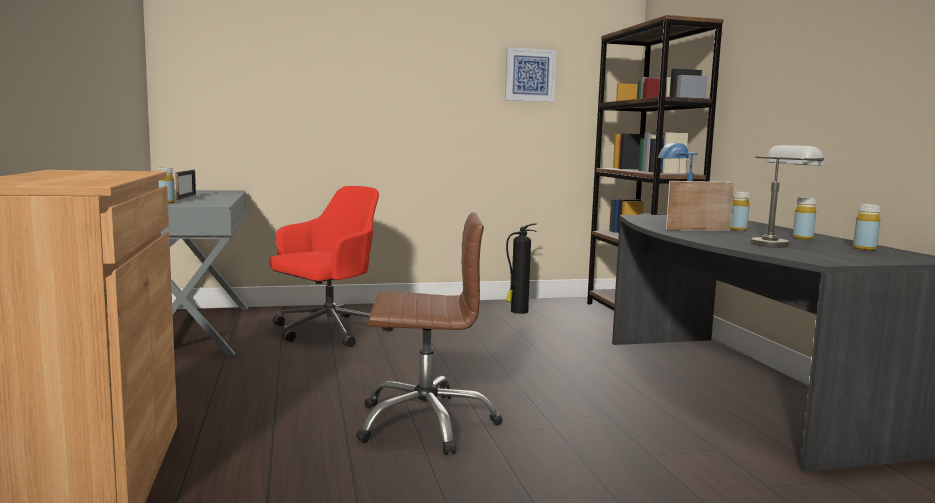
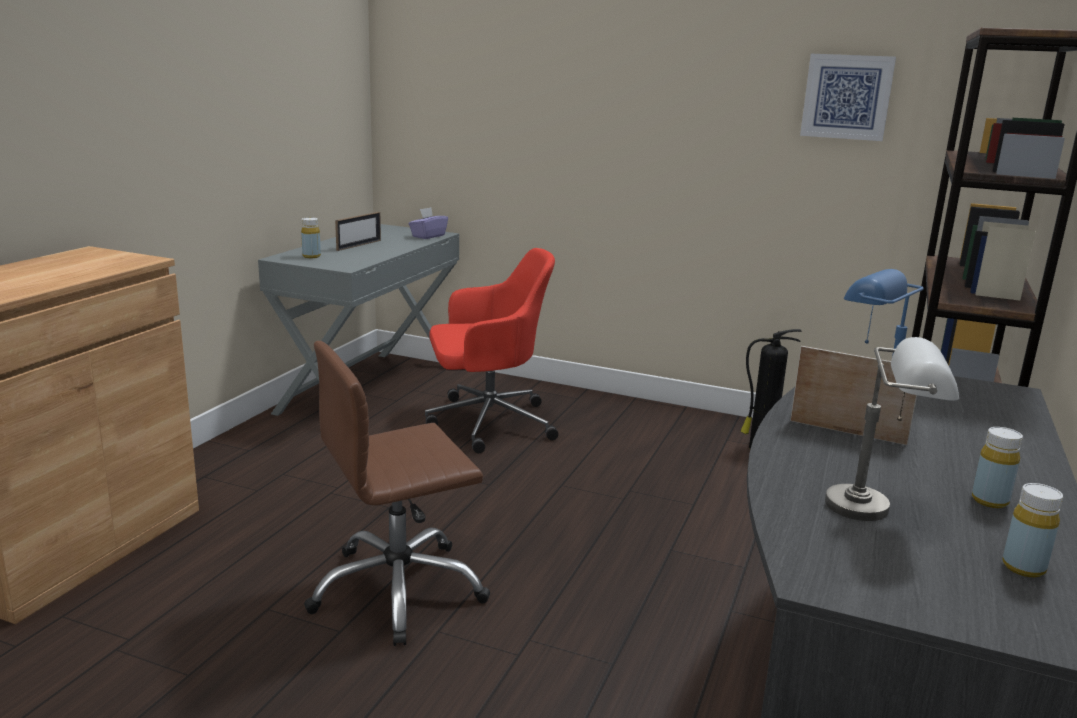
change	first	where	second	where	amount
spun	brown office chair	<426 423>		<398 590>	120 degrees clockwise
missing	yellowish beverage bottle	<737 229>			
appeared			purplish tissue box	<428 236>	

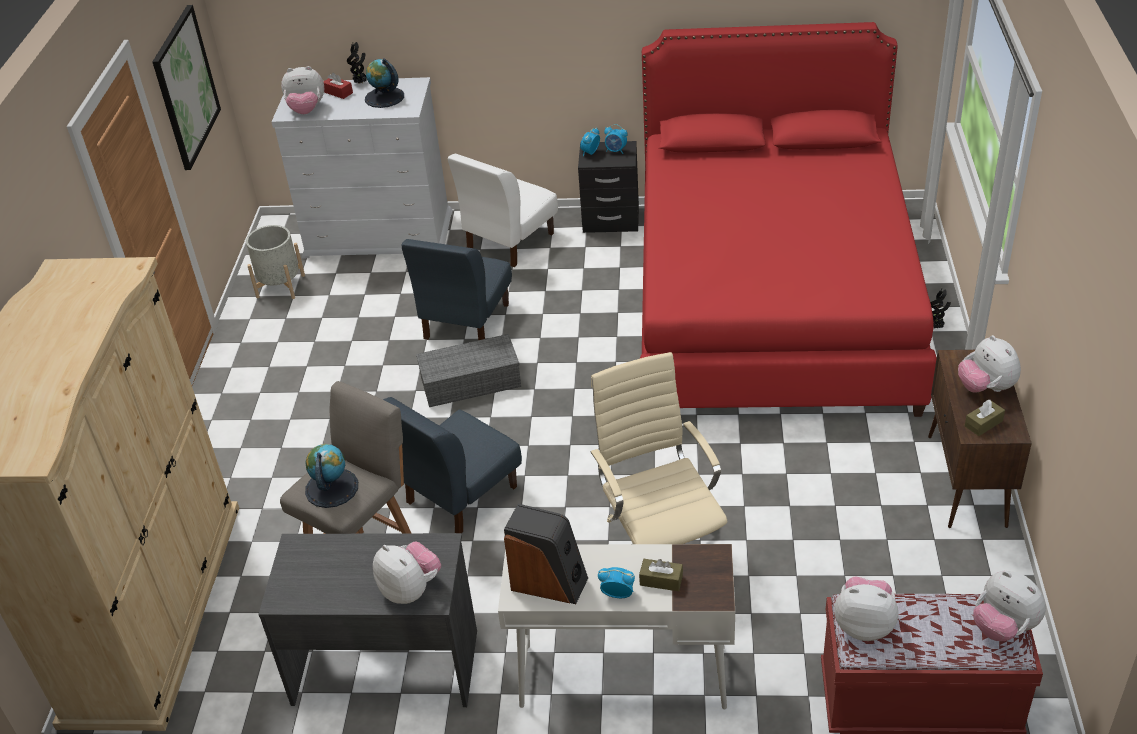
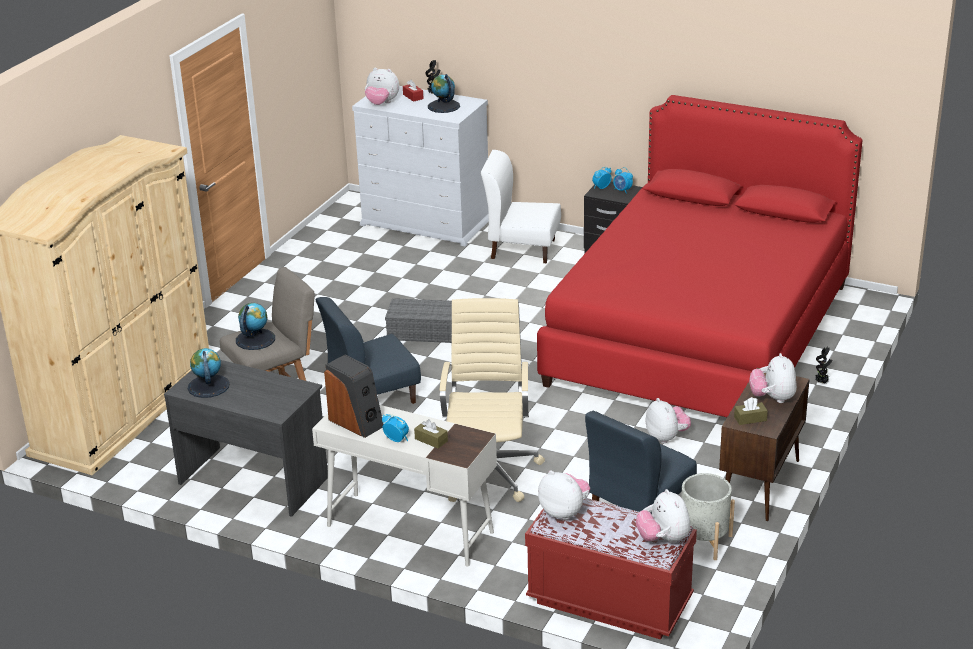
change	first	where	second	where	amount
missing	wall art	<185 87>			
relocated	greyish plant pot	<280 286>		<703 541>	
relocated	soft toy	<410 590>		<666 437>	
relocated	bluish upright chair	<465 321>		<638 509>	
spun	white-coloured upright chair	<509 242>		<522 249>	45 degrees clockwise
appeared			desk globe	<208 386>	

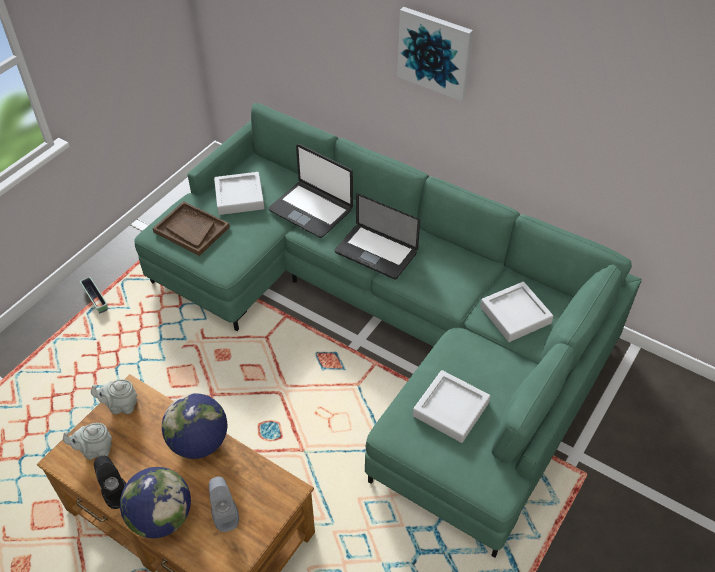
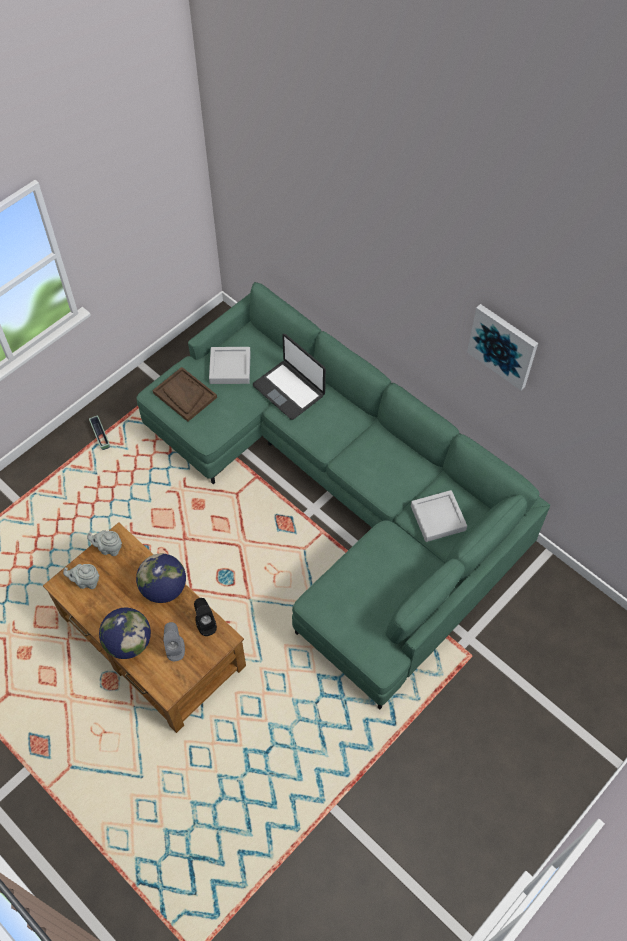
change	first	where	second	where	amount
relocated	black speaker	<115 492>		<205 623>	
missing	notebook computer	<376 253>			
relocated	wall art	<435 52>		<503 346>	
missing	greyish carrying tray	<450 409>			

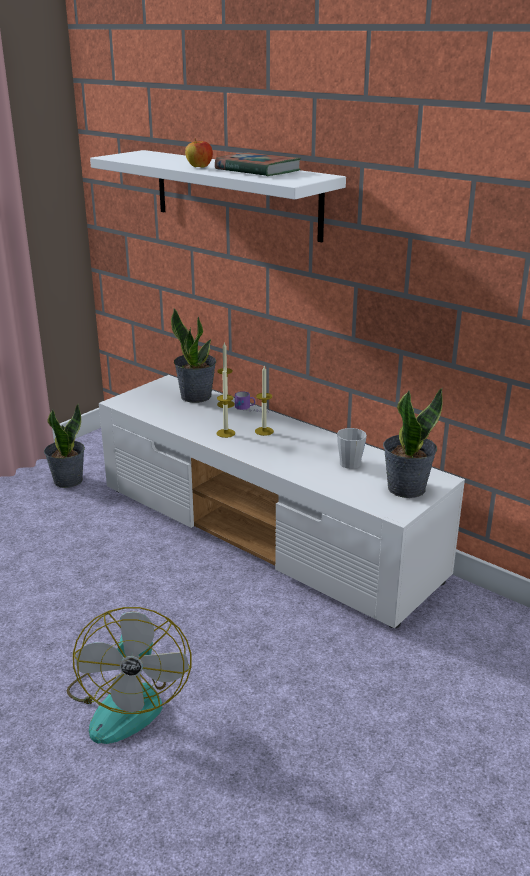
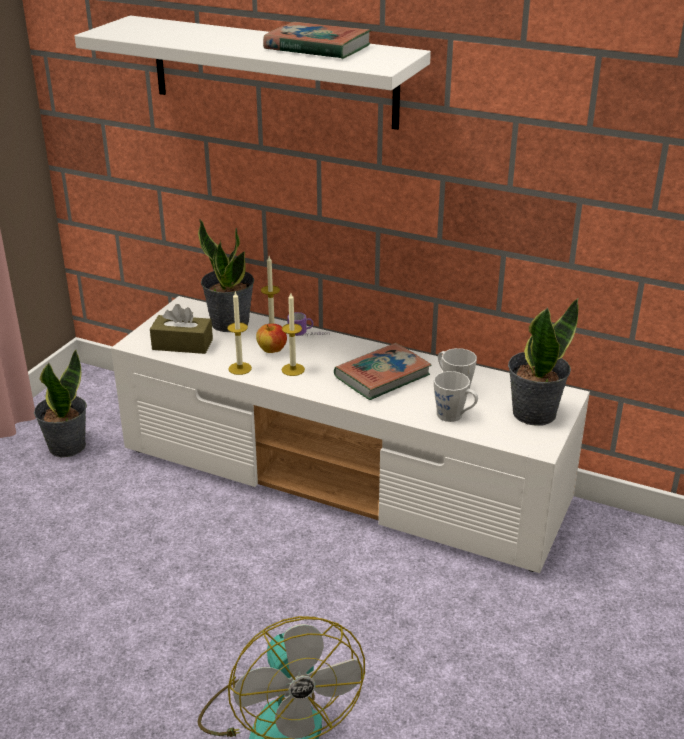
change	first	where	second	where	amount
relocated	apple fruit	<199 167>		<272 350>	
relocated	wax light	<264 431>		<240 368>	
appeared			brown tissue box	<182 344>	
appeared			book	<382 376>	
appeared			greyish mug	<454 416>	

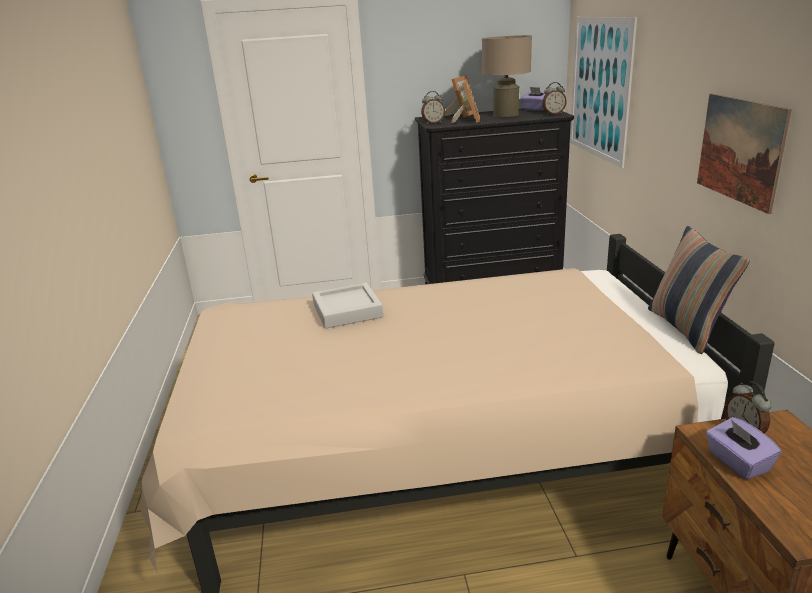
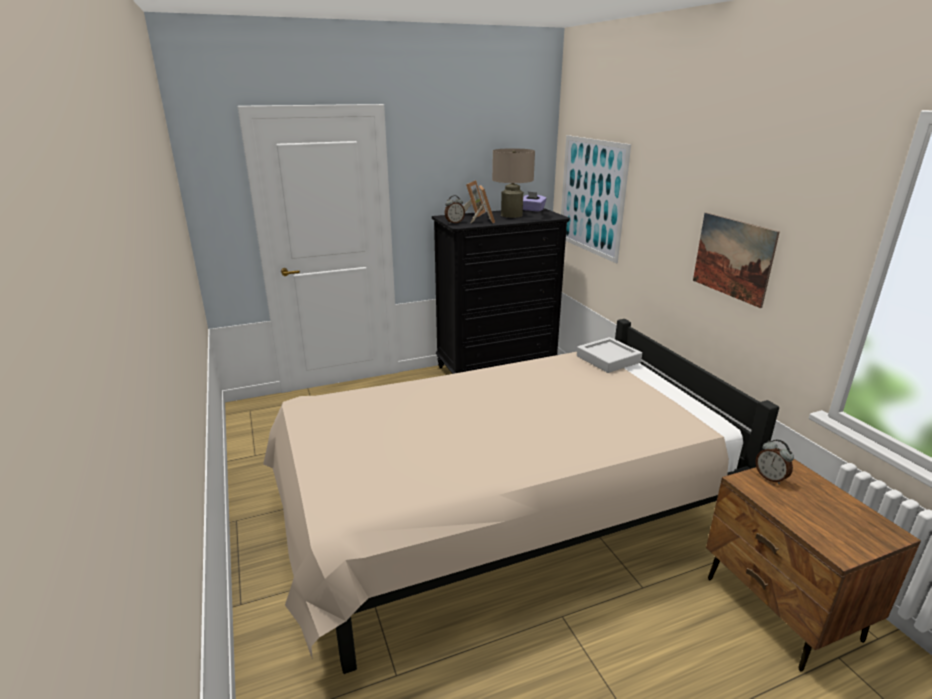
change	first	where	second	where	amount
relocated	greyish carrying tray	<347 311>		<608 359>	
missing	alarm clock	<553 114>			
missing	throw pillow	<686 328>			
missing	purplish tissue box	<737 462>			

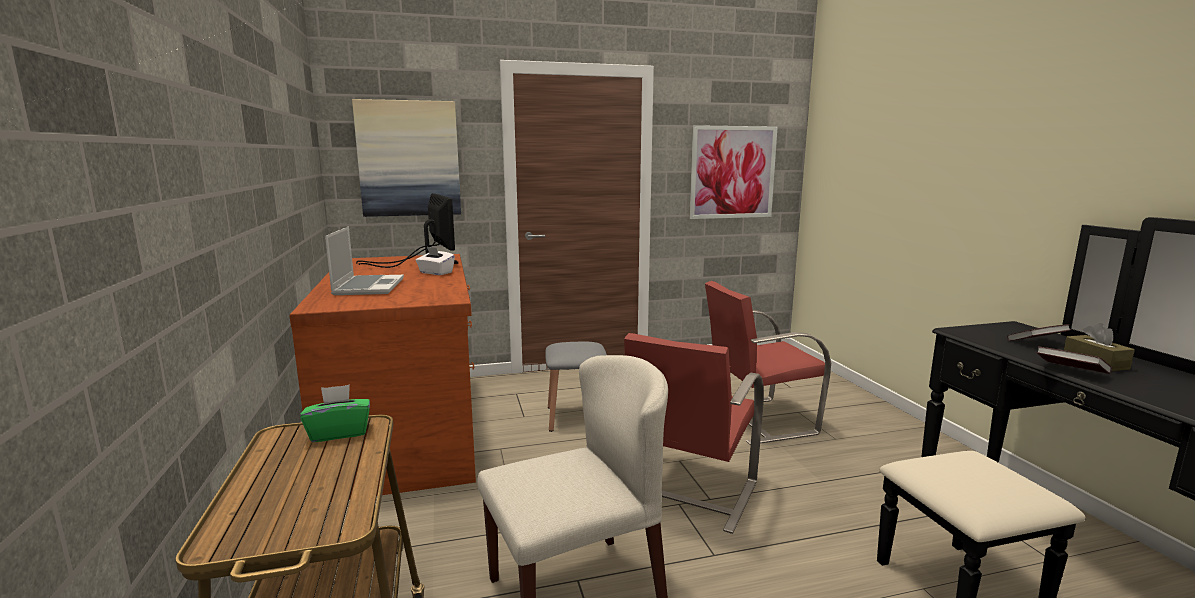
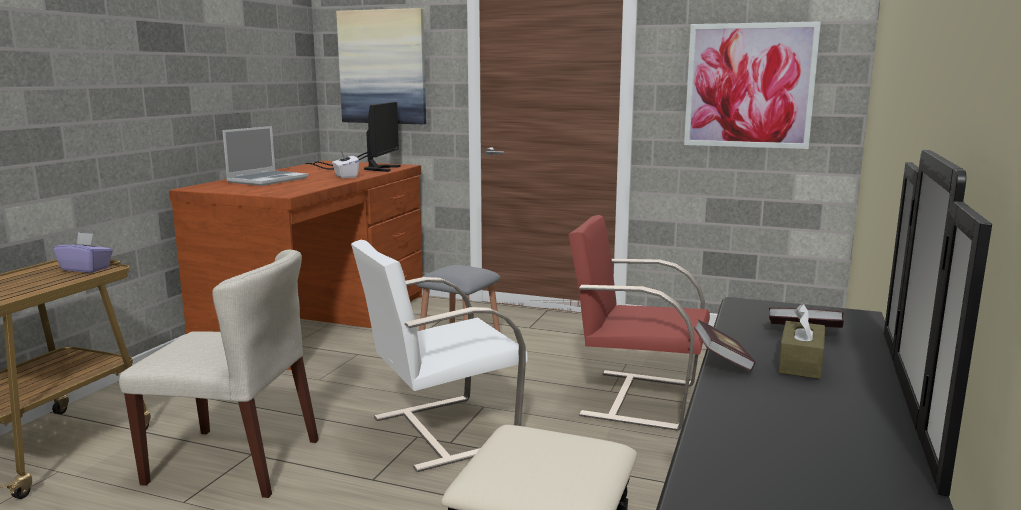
change	first	where	second	where	amount
colour	greenish tissue box	<339 432>	purplish tissue box	<86 269>	
colour	red upright chair	<687 492>	white-coloured upright chair	<440 431>	

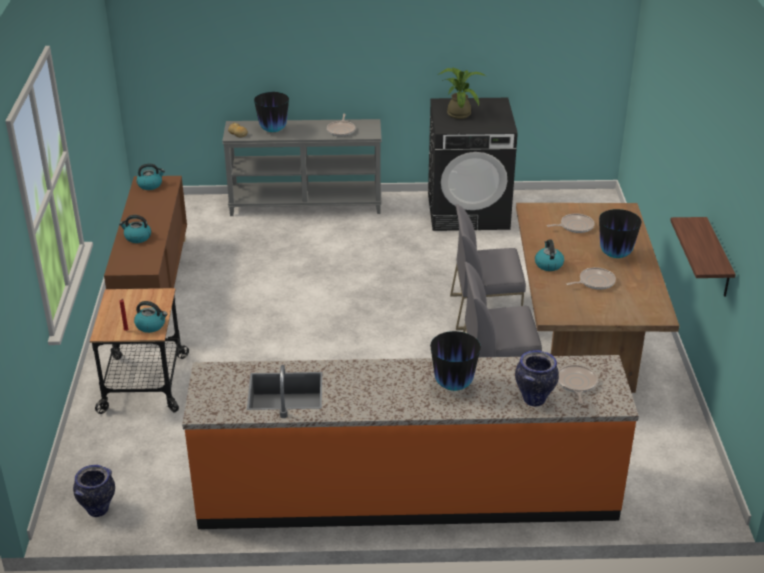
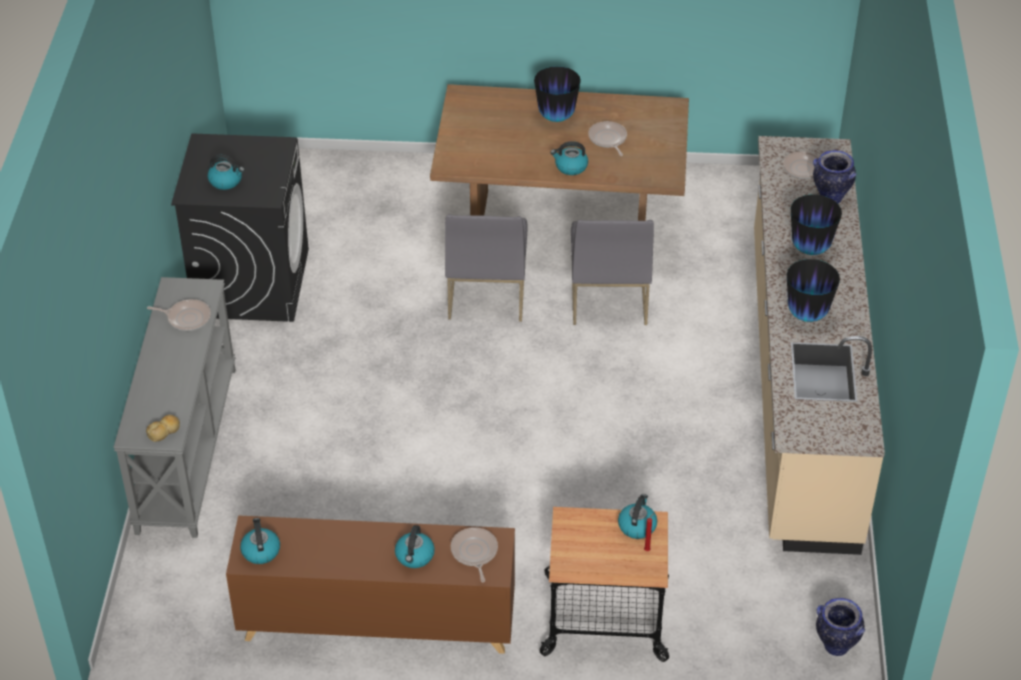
change	first	where	second	where	amount
colour	orangey counter	<407 492>	beige-coloured counter	<800 384>	
relocated	decorative vase	<273 130>		<807 315>	
exchanged	potted plant	<459 113>	tea kettle	<226 181>	
relocated	frying pan	<575 226>		<474 552>	
missing	shelf	<717 259>			

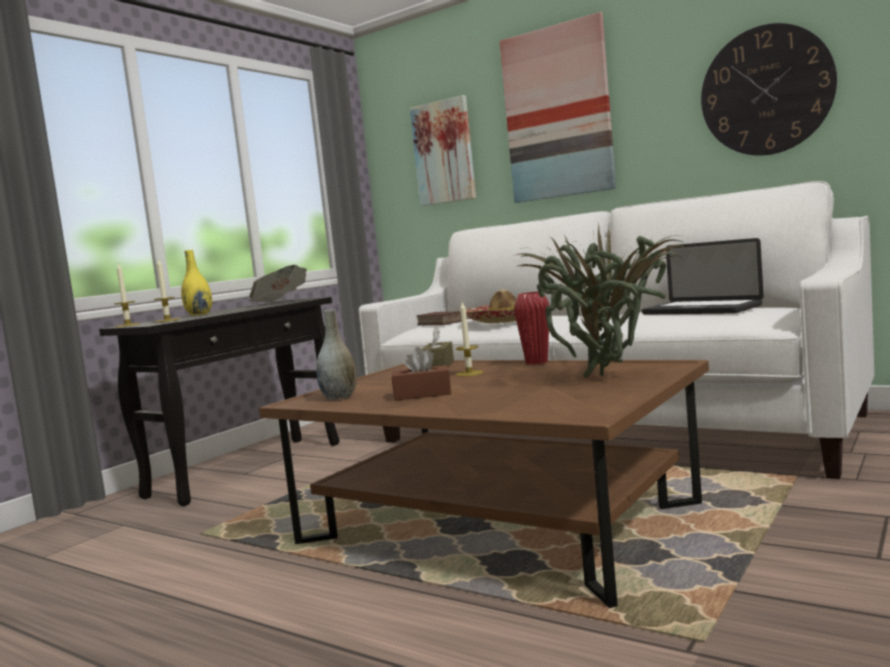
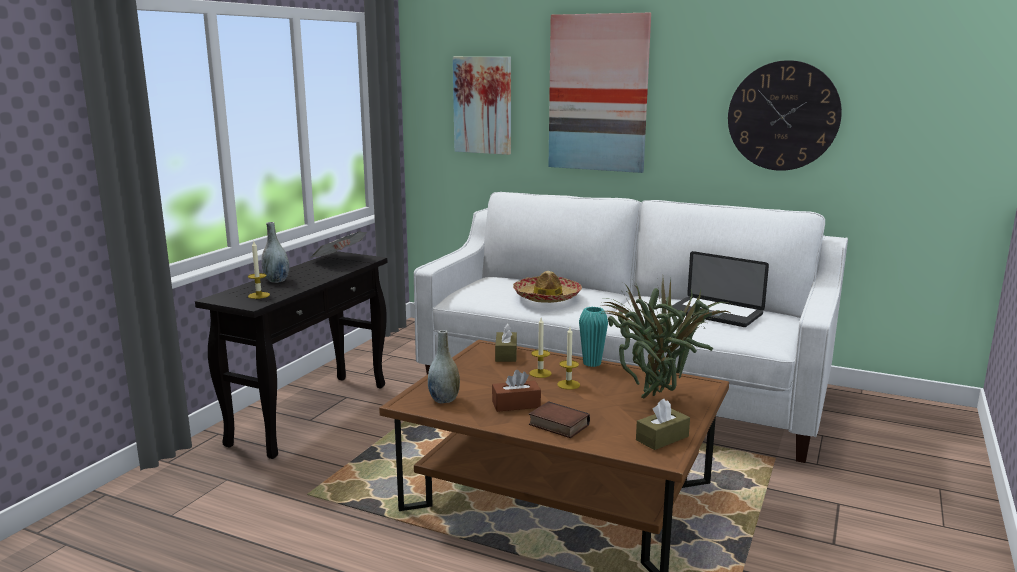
change	first	where	second	where	amount
relocated	wax light	<128 325>		<568 384>	
colour	yellowish decorative vase	<199 314>	greyish decorative vase	<276 280>	
relocated	book	<438 323>		<557 425>	
colour	red decorative vase	<536 362>	turquoise decorative vase	<592 363>	
appeared			brown tissue box	<662 438>	

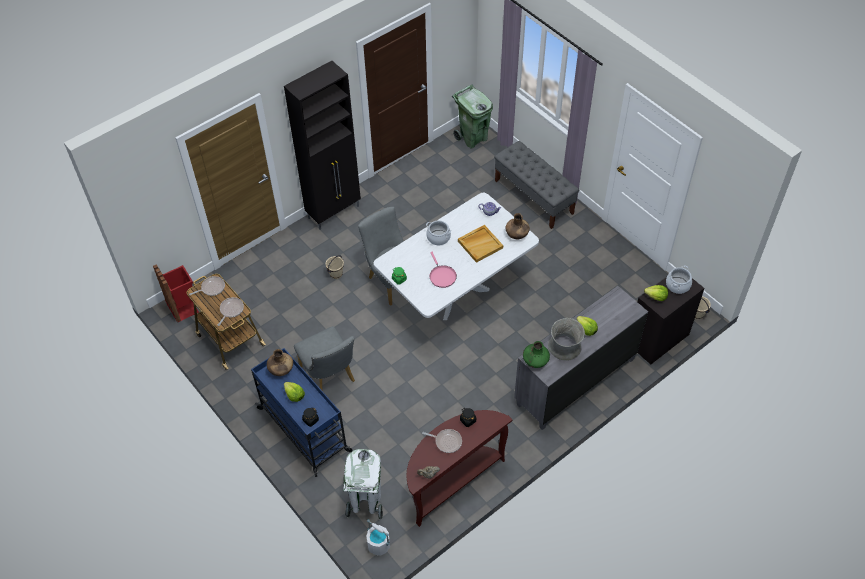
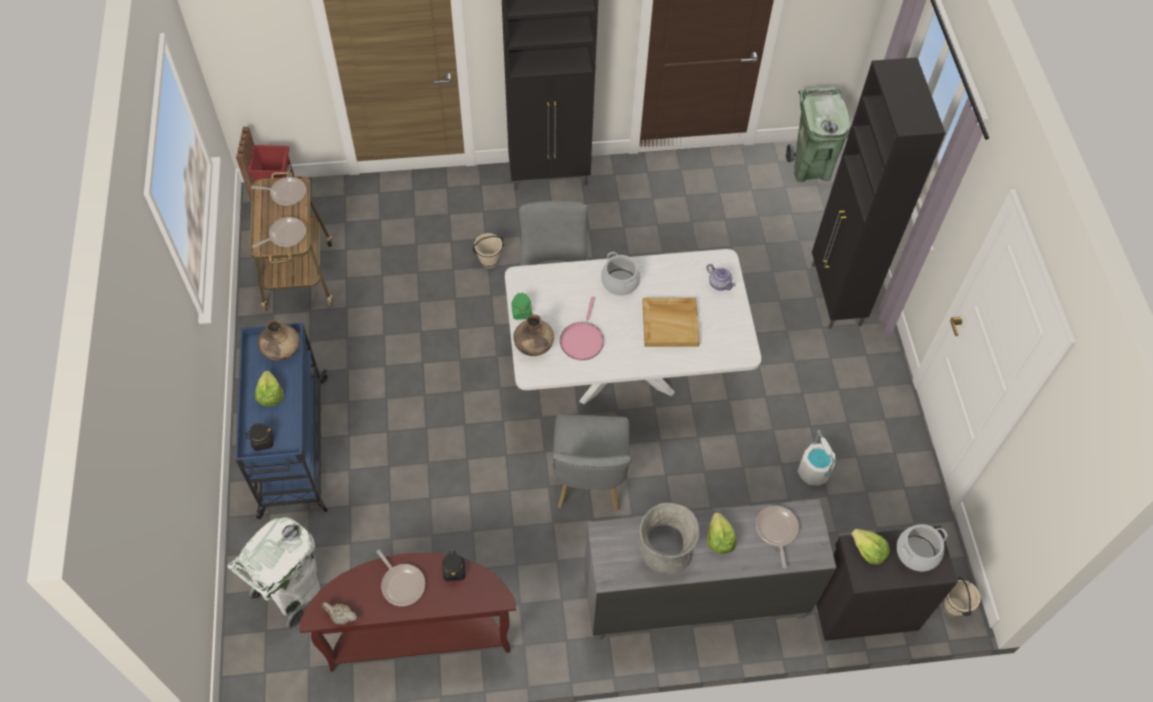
change	first	where	second	where	amount
relocated	greyish upright chair	<329 377>		<589 484>	
relocated	white-coloured bucket	<379 545>		<813 472>	
exchanged	greyish indoor bench	<534 197>	black cupboard	<835 296>	
relocated	brown decorative vase	<517 235>		<533 346>	
missing	greenish decorative vase	<535 361>			
appeared			frying pan	<776 531>	

